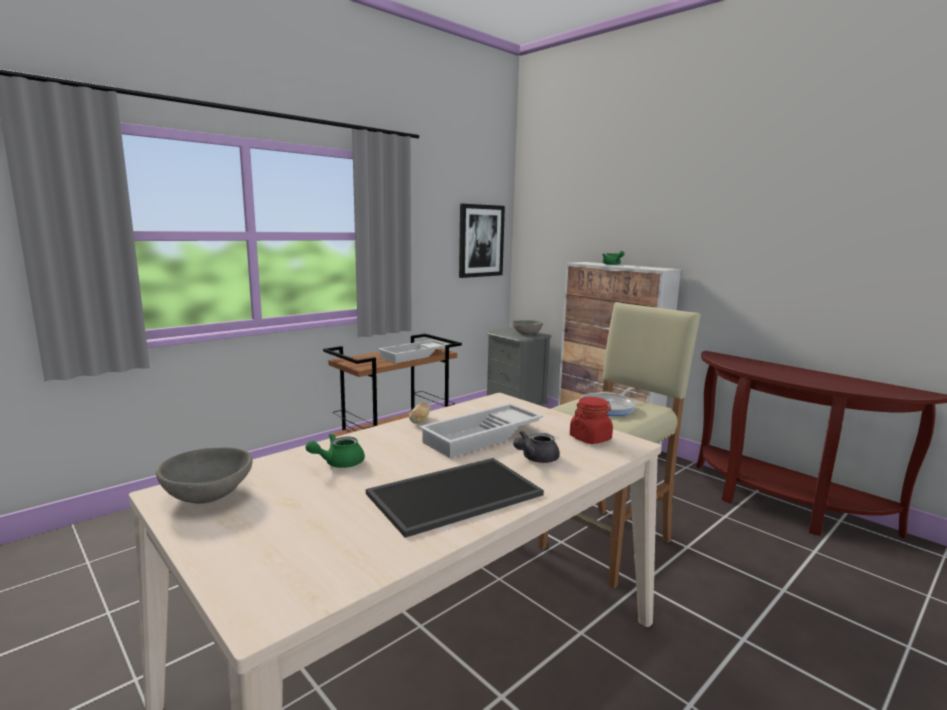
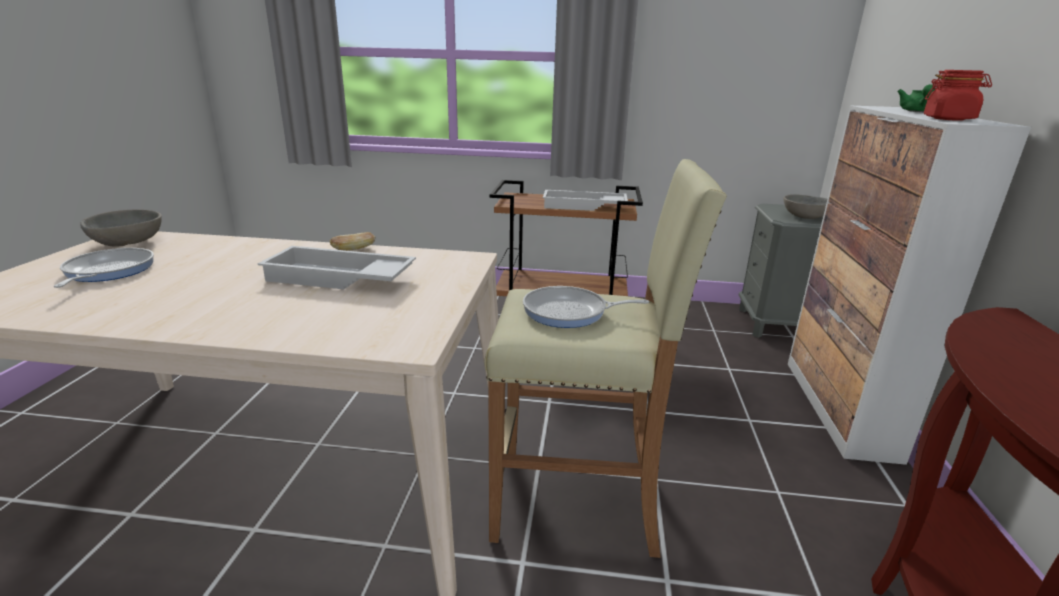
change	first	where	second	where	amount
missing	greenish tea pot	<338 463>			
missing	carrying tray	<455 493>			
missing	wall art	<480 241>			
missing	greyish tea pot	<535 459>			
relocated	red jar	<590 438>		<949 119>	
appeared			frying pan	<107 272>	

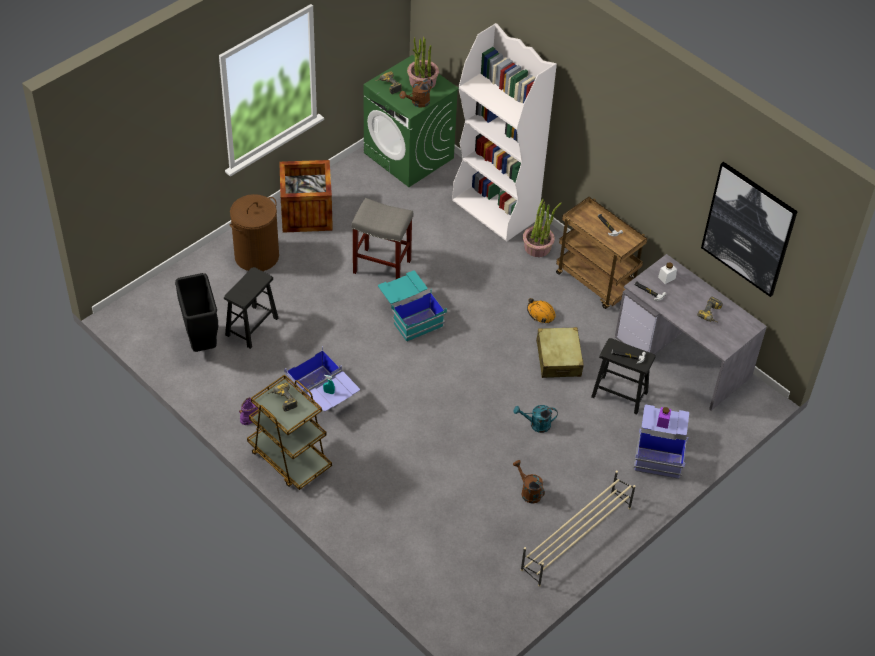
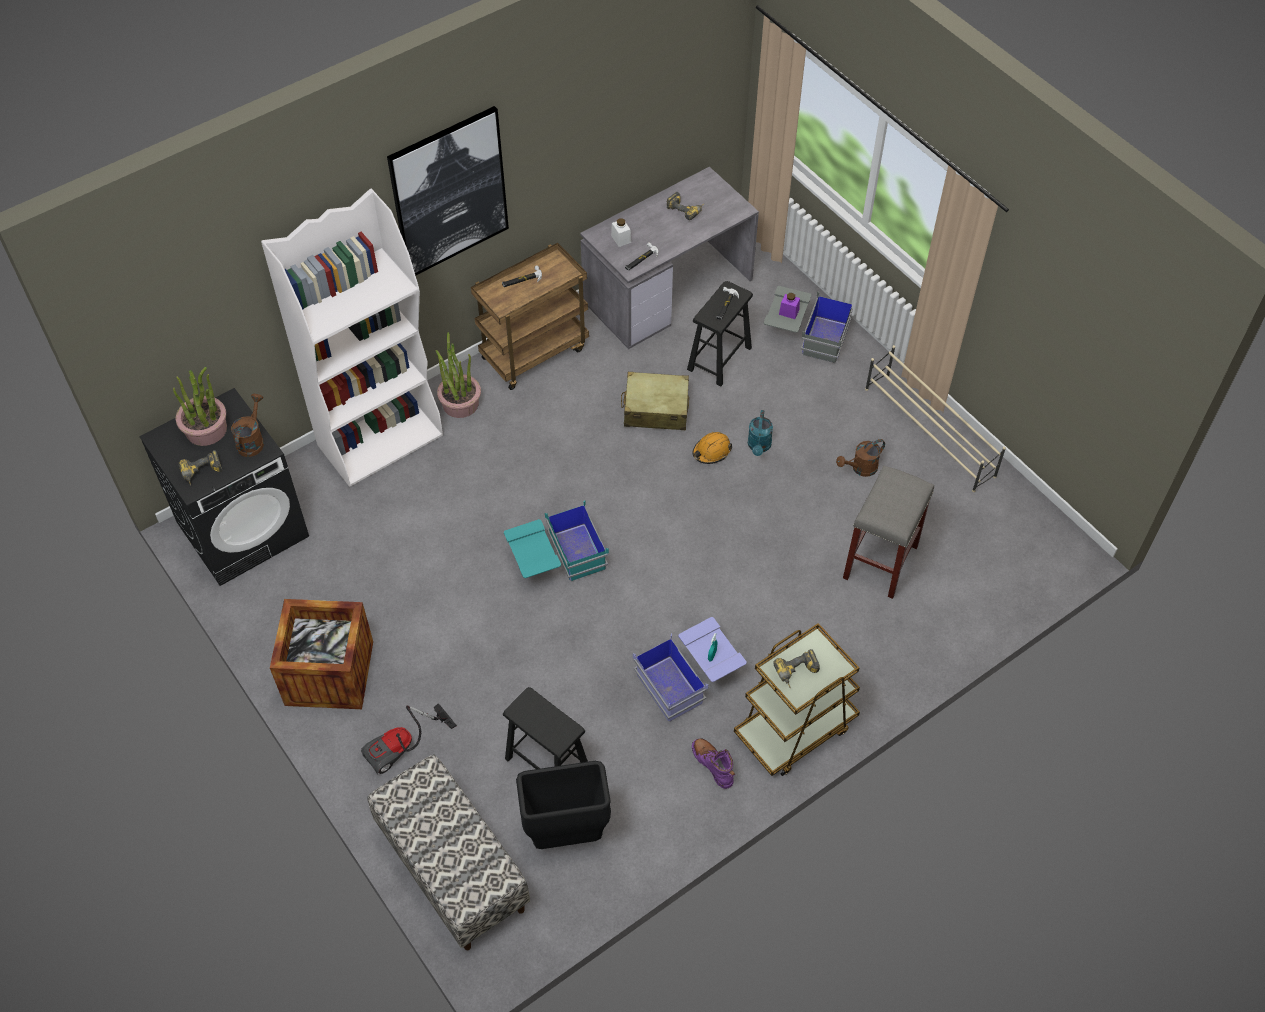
change	first	where	second	where	amount
exchanged	brown washing basket	<256 256>	hoover	<404 748>	
relocated	greyish stool	<381 267>		<880 563>	
colour	greenish laundry appliance	<409 155>	black laundry appliance	<243 529>	
spun	brown watering pot	<418 103>		<252 440>	135 degrees counterclockwise
relocated	orangey work helmet	<541 313>		<711 451>	
colour	bluish storage container	<660 450>	greyish storage container	<805 335>	
relocated	wall art	<748 229>		<449 192>	
appeared			indoor bench	<452 868>	

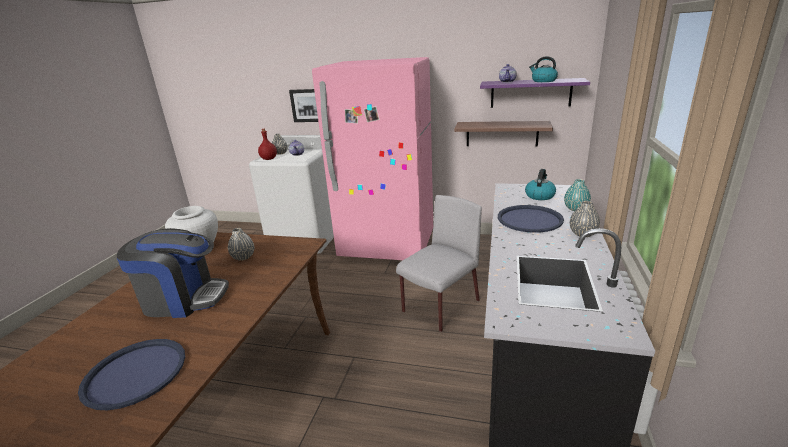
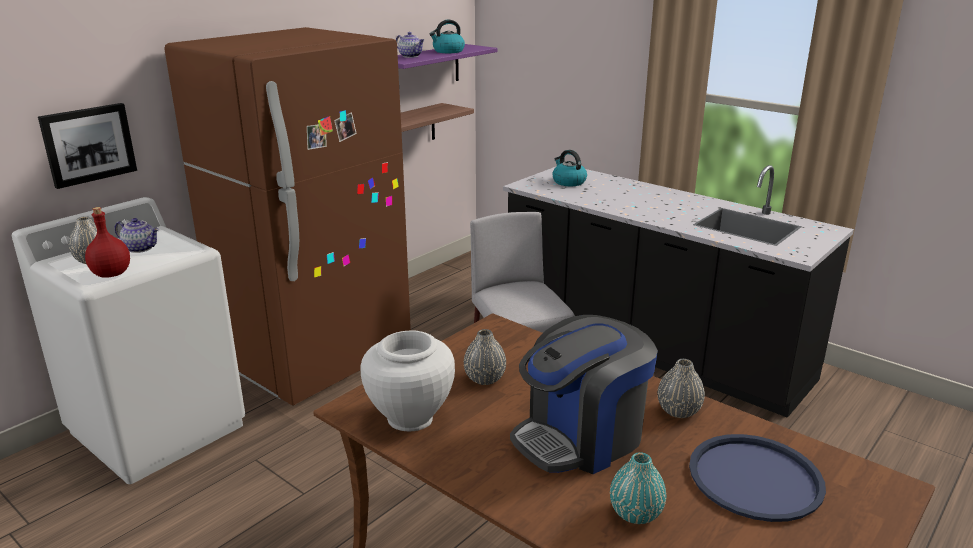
change	first	where	second	where	amount
spun	coffee machine	<183 299>		<581 437>	150 degrees counterclockwise
colour	pink-coloured refrigerator	<387 246>	brown refrigerator	<317 358>	
missing	bluish carrying tray	<529 219>			
relocated	turquoise decorative vase	<576 209>		<635 513>	
relocated	greyish decorative vase	<583 234>		<678 411>	

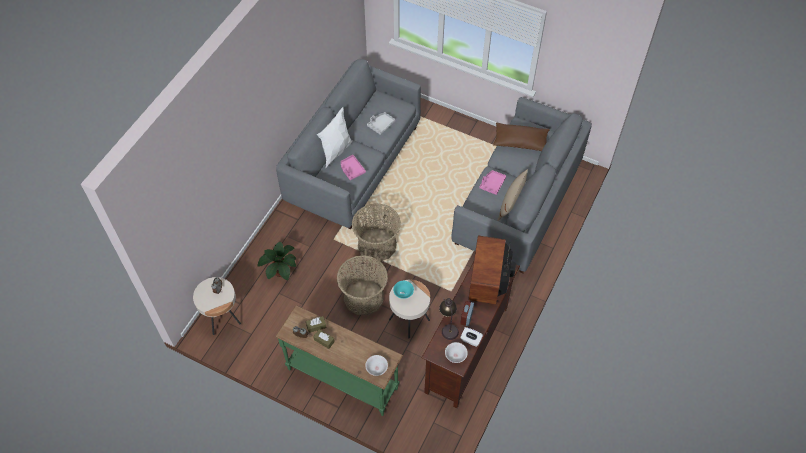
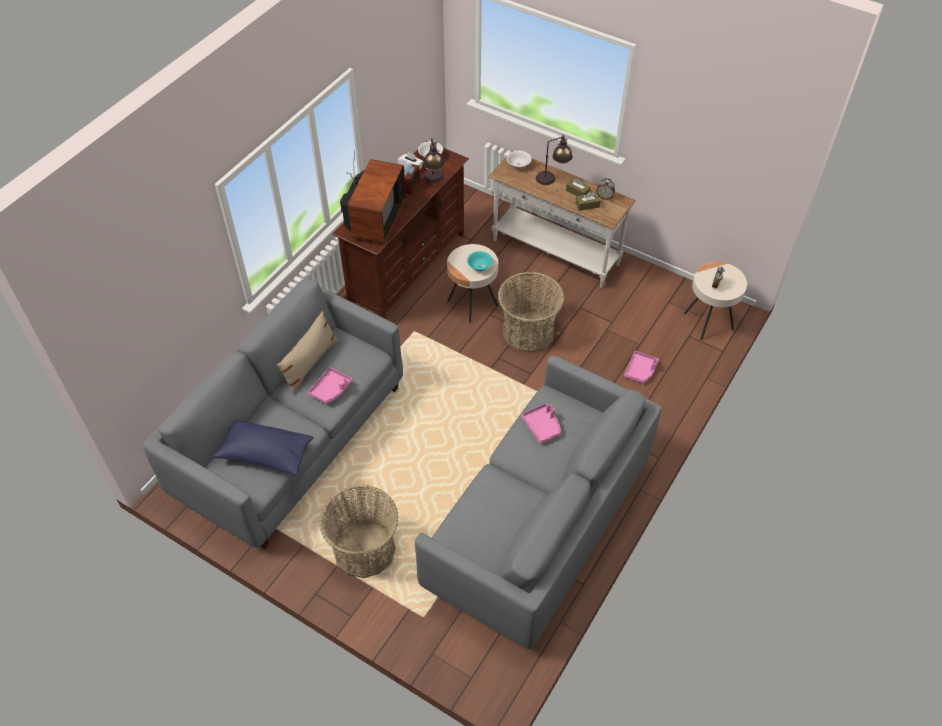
change	first	where	second	where	amount
exchanged	potted plant	<280 271>	pink-coloured carrying tray	<640 370>	
colour	greenish console table	<343 378>	white-coloured console table	<554 253>	
missing	white-coloured throw pillow	<336 151>			
relocated	household basket	<377 245>		<364 550>	
missing	greyish carrying tray	<381 125>			
colour	brown throw pillow	<520 142>	bluish throw pillow	<265 454>	
appeared			lamp for a table	<552 178>	

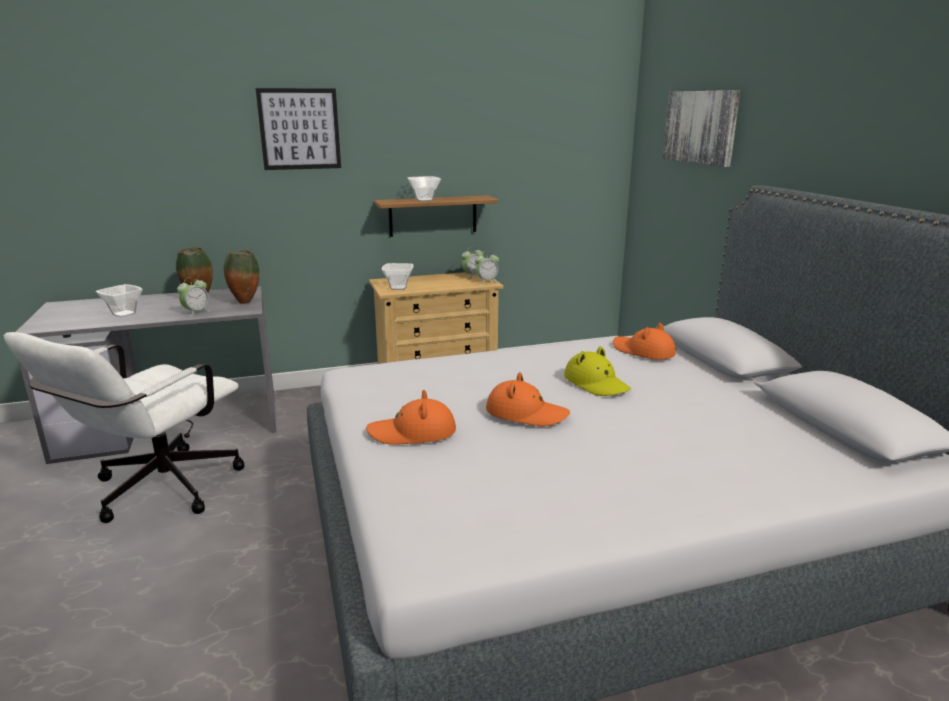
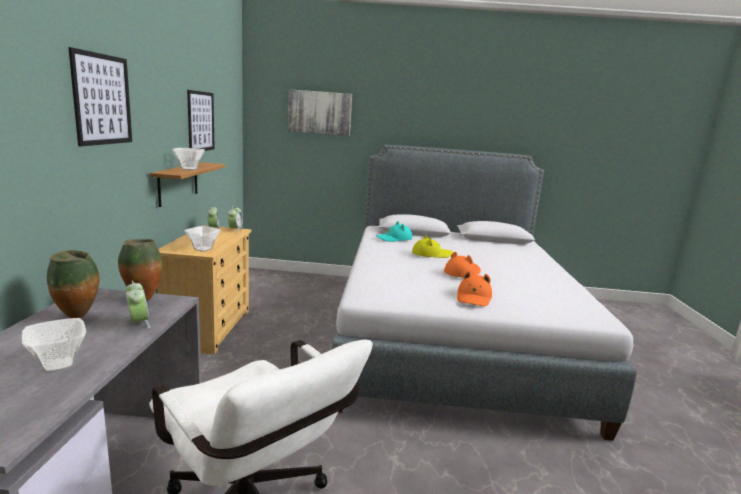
change	first	where	second	where	amount
colour	orangey wearable hat	<643 351>	turquoise wearable hat	<394 238>	
appeared			wall art	<201 121>	

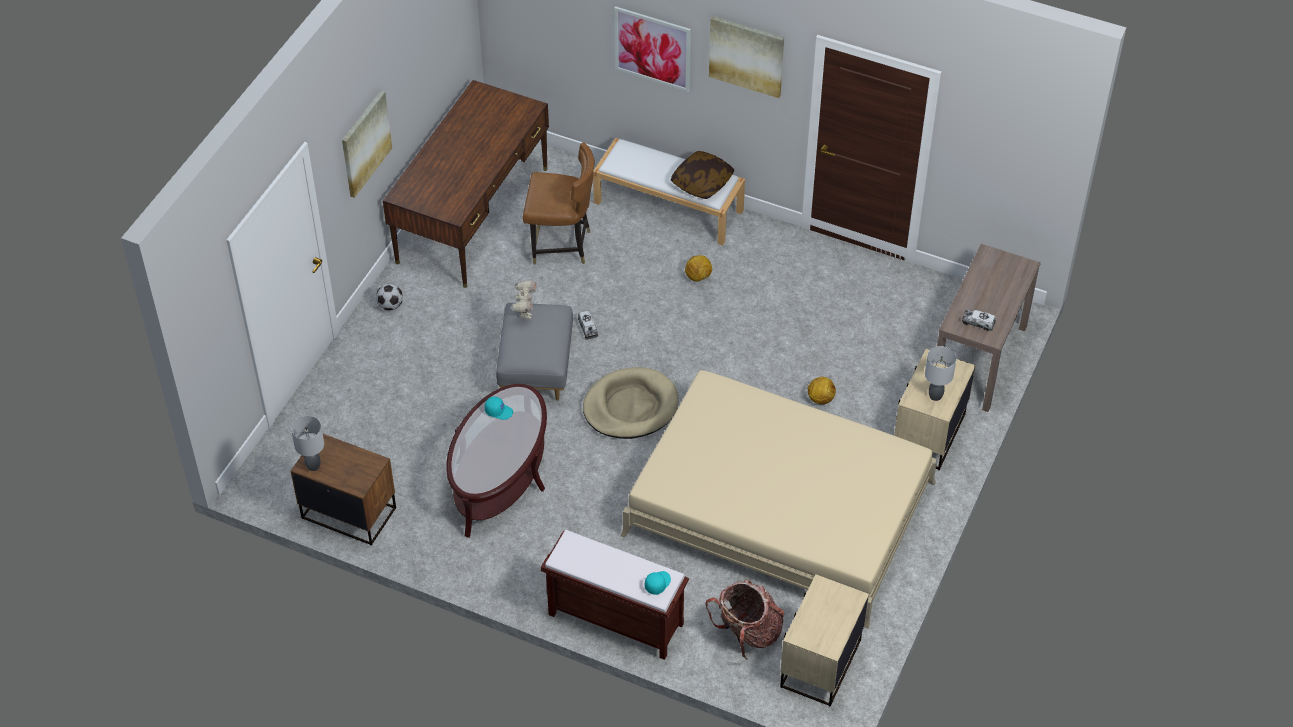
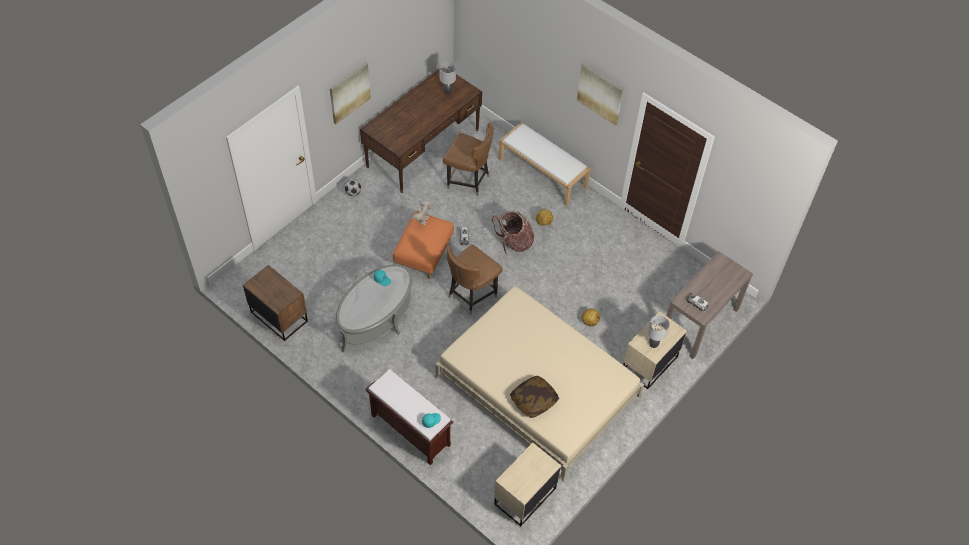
change	first	where	second	where	amount
relocated	greyish lamp for a table	<313 466>		<447 92>	
colour	brown low table	<500 475>	greyish low table	<376 318>	
colour	greyish footrest	<535 368>	orangey footrest	<423 255>	
exchanged	beige-coloured dog cushion	<630 406>	brown upright chair	<471 295>	
missing	wall art	<652 48>			
relocated	throw pillow	<702 182>		<533 400>	
relocated	rucksack	<747 633>		<514 242>	

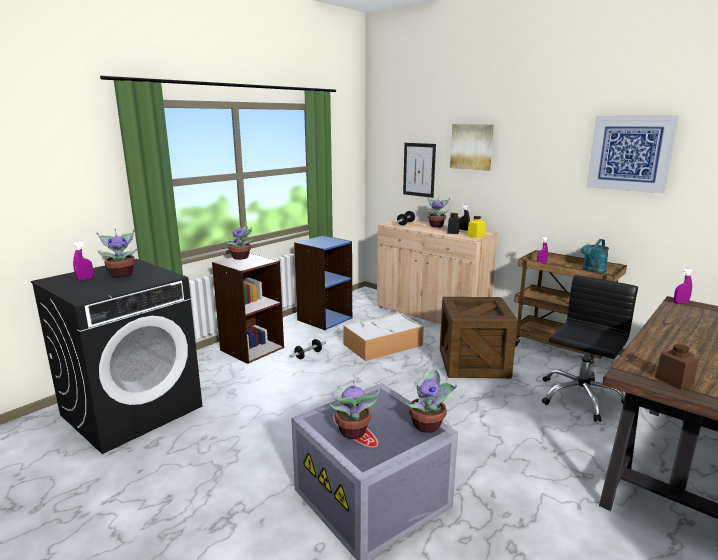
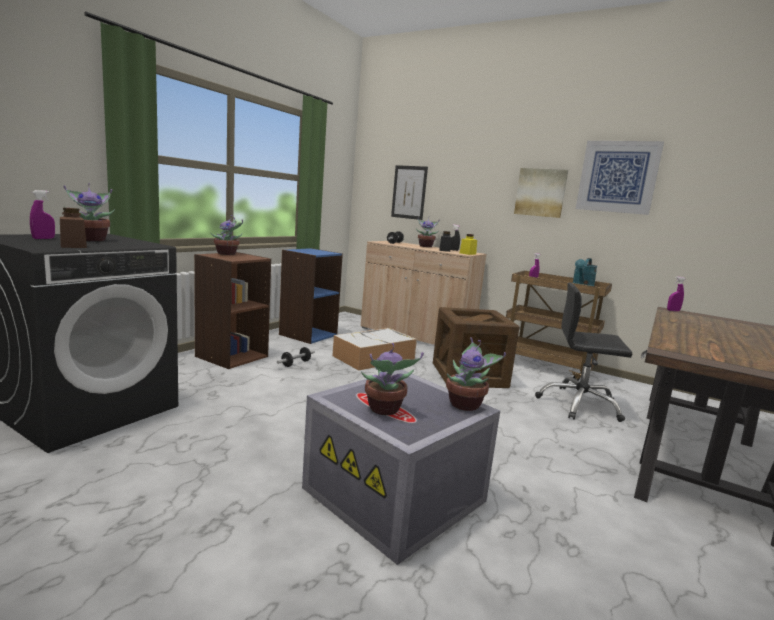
change	first	where	second	where	amount
relocated	wall art	<472 146>		<540 192>	
spun	black office chair	<579 397>		<579 405>	105 degrees counterclockwise
relocated	brown jar	<674 381>		<73 246>	

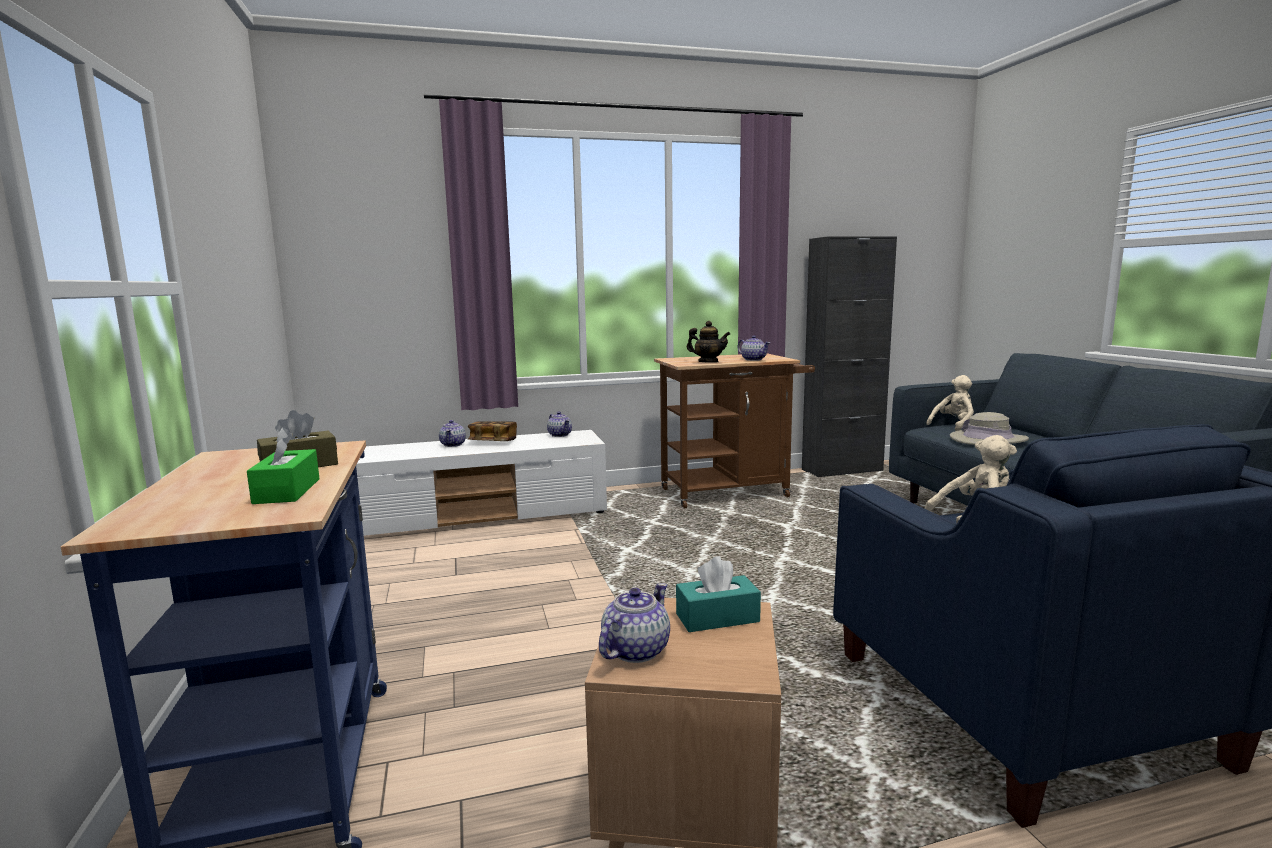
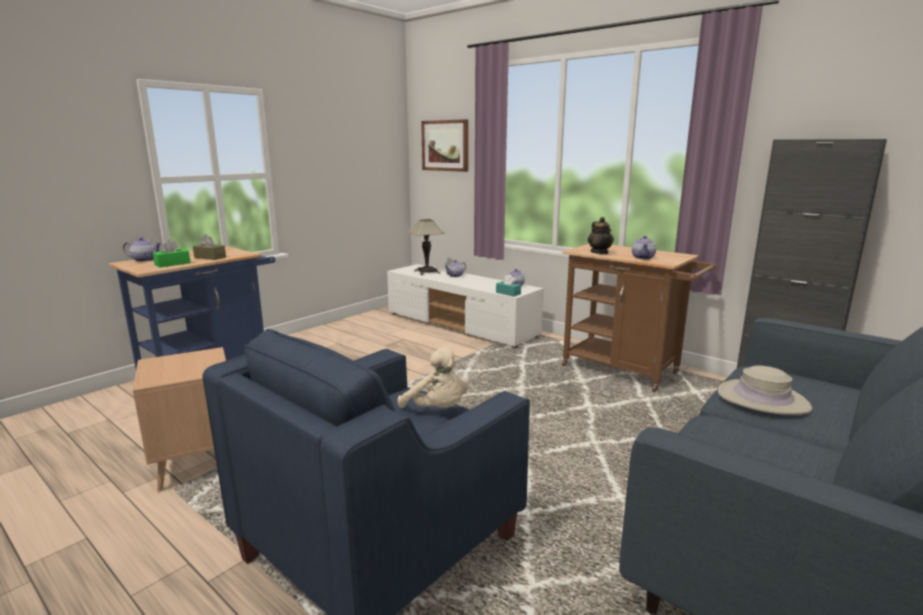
change	first	where	second	where	amount
missing	book	<493 442>			
relocated	tea pot	<634 651>		<144 260>	
relocated	turquoise tissue box	<717 618>		<508 293>	
missing	beige-coloured soft toy	<953 426>			
appeared			lamp for a table	<427 272>	
appeared			wall art	<445 145>	

